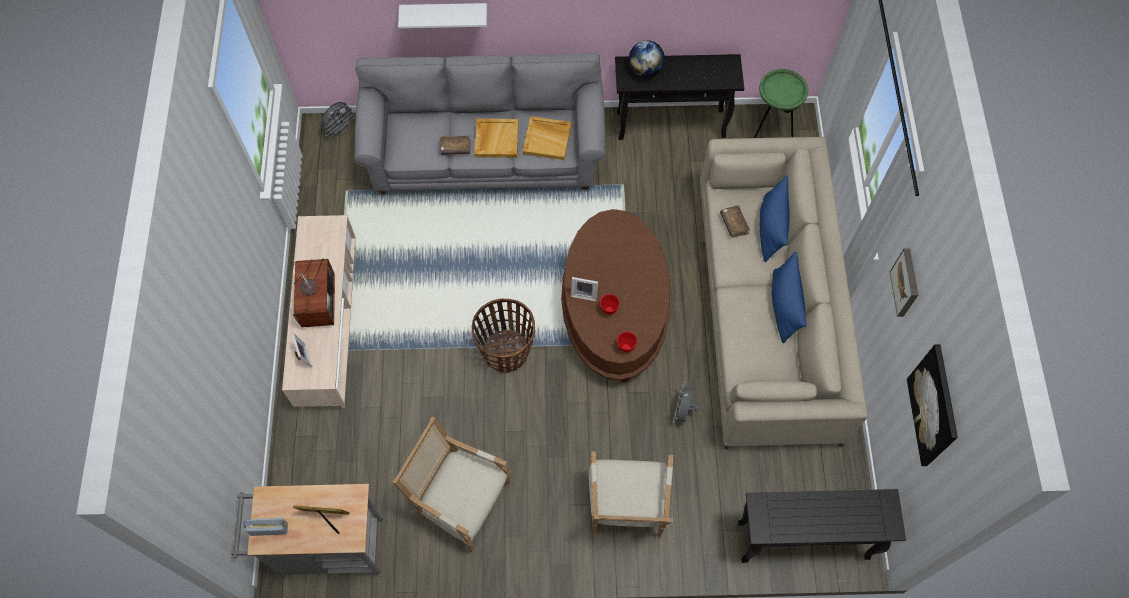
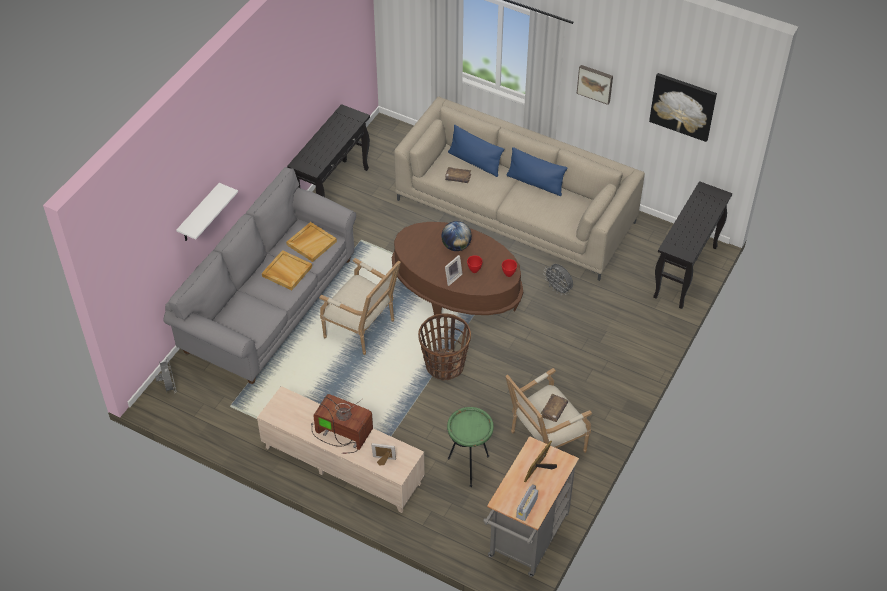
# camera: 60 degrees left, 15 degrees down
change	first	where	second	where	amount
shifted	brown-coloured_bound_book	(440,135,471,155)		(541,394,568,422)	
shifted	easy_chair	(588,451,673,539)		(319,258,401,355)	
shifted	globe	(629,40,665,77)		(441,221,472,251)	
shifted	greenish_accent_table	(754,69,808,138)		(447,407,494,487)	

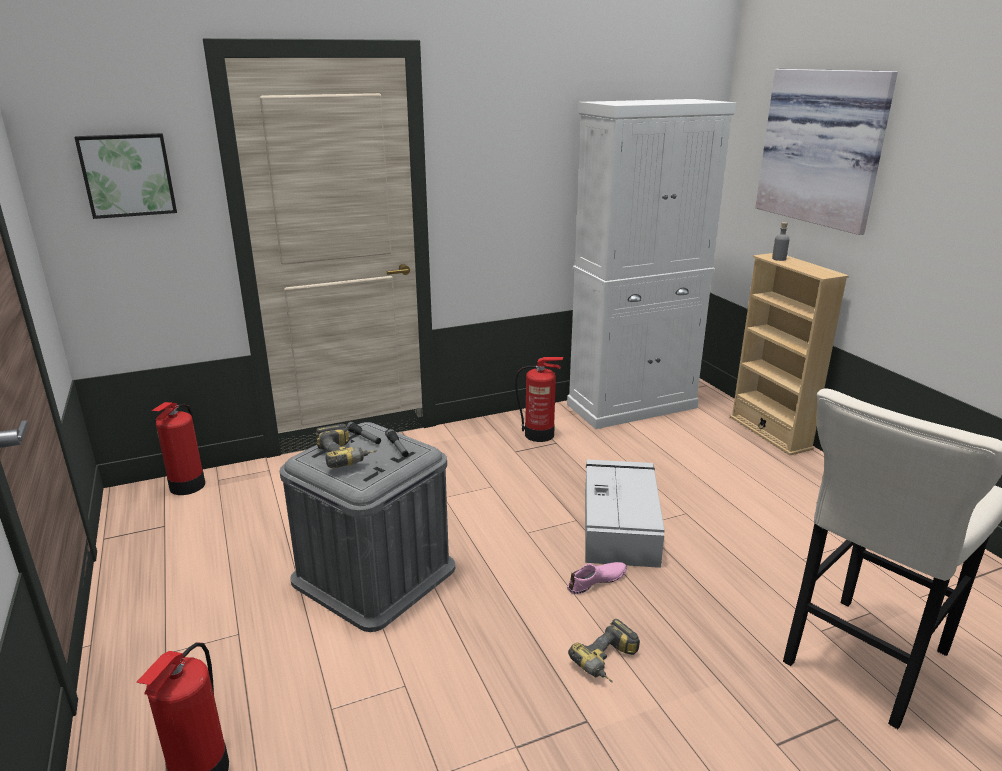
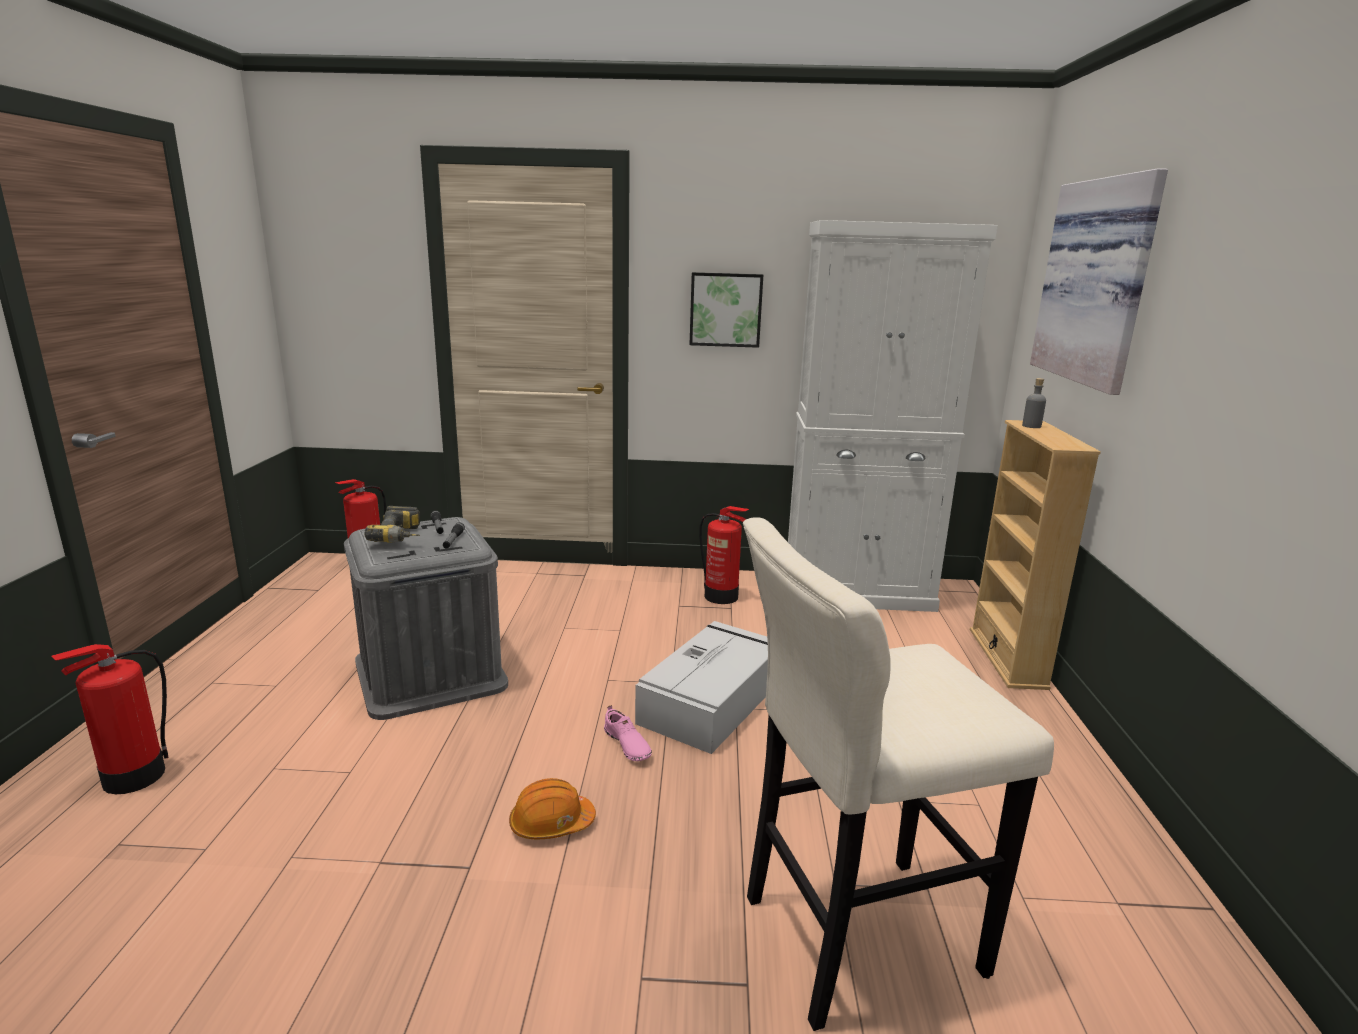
# camera: 25 degrees right, 5 degrees down
change	first	where	second	where	amount
shifted	wall_art	(74,133,177,219)		(690,272,763,348)	
swapped	power_drill	(568,619,640,683)	orange_work_helmet	(509,778,596,839)	
rotated	pink_low_shoe	(567,562,627,594)		(604,705,652,761)	60 degrees clockwise

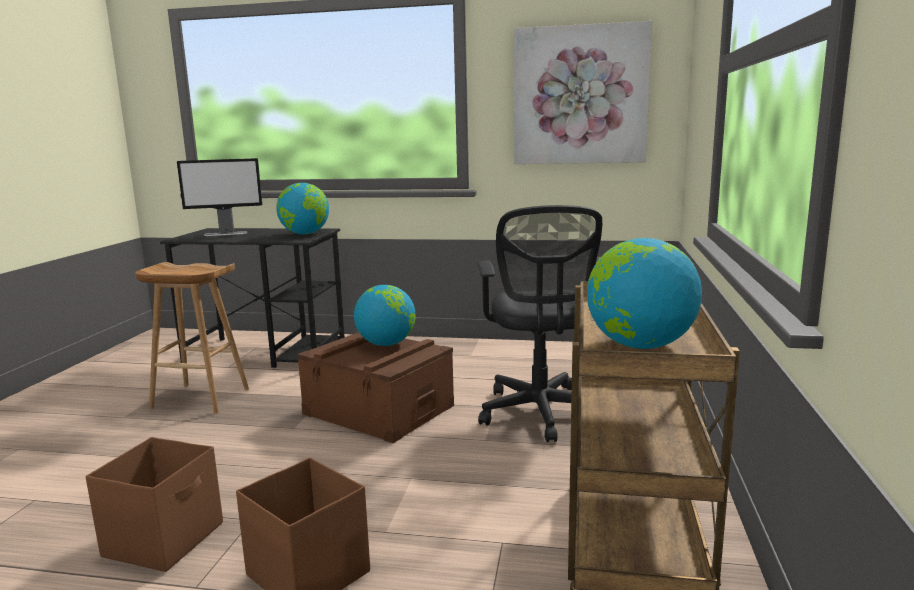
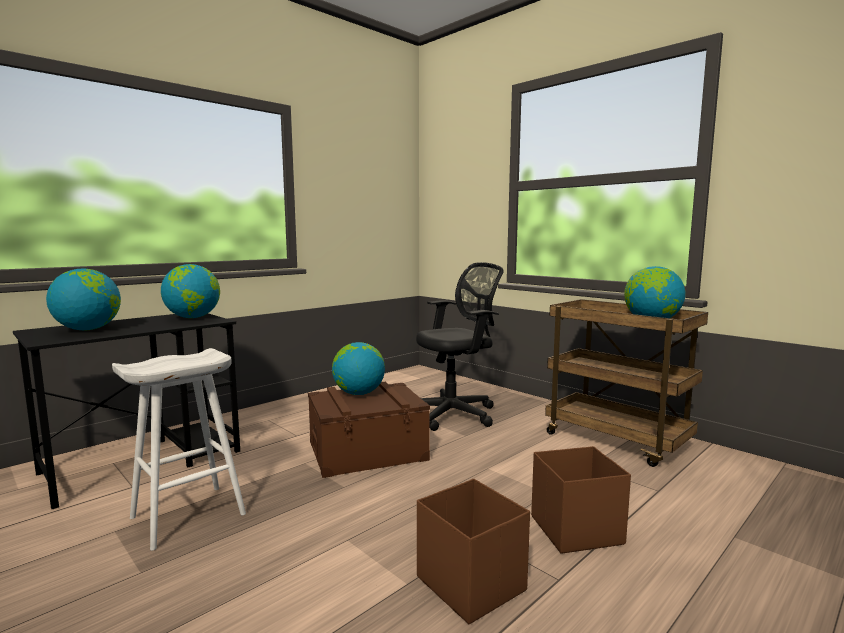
# camera: 55 degrees left, 5 degrees down
change	first	where	second	where	amount
gone	wall_art	(514,21,652,164)			
swapped	computer_screen	(177,158,262,236)	globe	(46,269,121,330)	
repainted	brown-coloured_stool	(135,262,249,414)	white_stool	(112,348,246,551)	
rotated	black_desk_chair	(477,205,602,442)		(416,262,504,431)	60 degrees counterclockwise

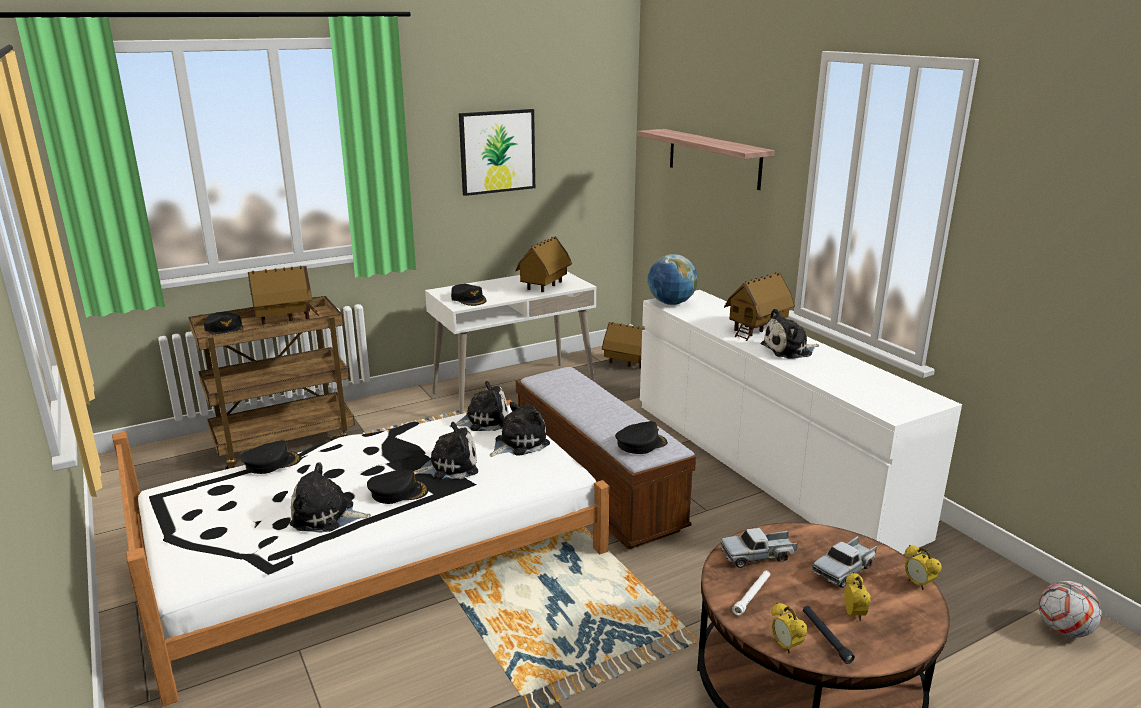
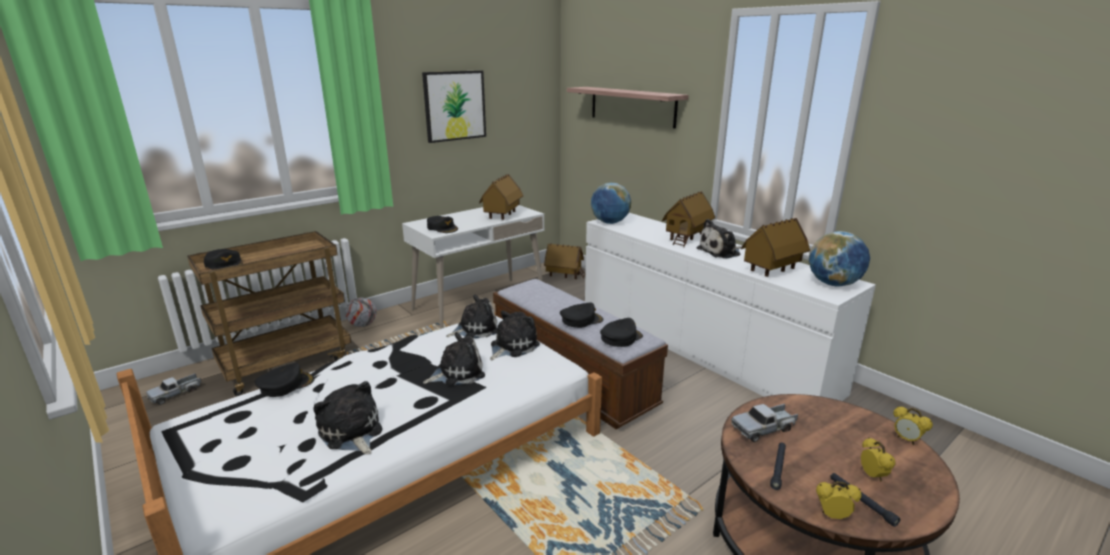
# camera: 10 degrees left, 0 degrees up
change	first	where	second	where	amount
new			globe	(808,231,870,287)	
shifted	model_house	(248,266,319,324)		(741,218,810,277)	
shifted	black_baseball_cap	(367,470,428,504)		(560,302,603,328)	
shifted	toy_lorry	(812,536,877,588)		(146,373,202,404)	
shifted	football	(1039,581,1102,638)		(345,298,376,327)	
repainted	white_torch	(732,570,770,616)	black_torch	(770,443,786,490)	
rotated	soft_toy	(290,462,371,532)		(313,381,382,455)	60 degrees clockwise
rotated	alarm_clock	(771,602,807,654)		(816,481,862,519)	135 degrees clockwise

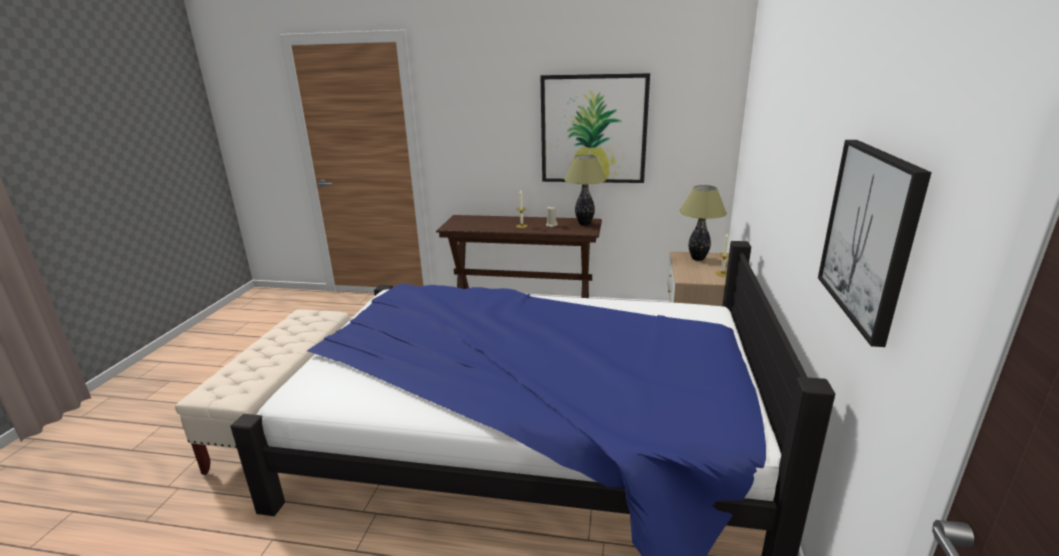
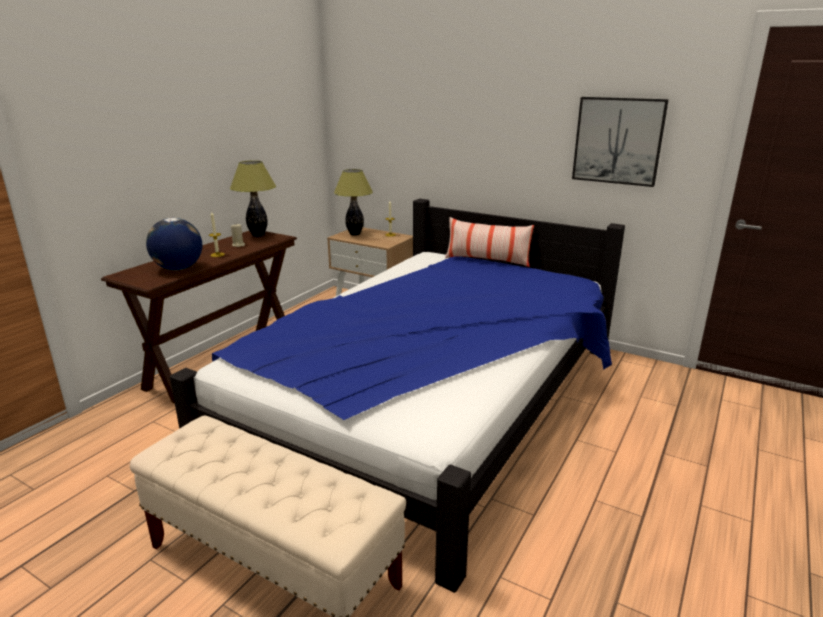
# camera: 70 degrees left, 0 degrees up
change	first	where	second	where	amount
gone	wall_art	(540,73,650,183)			
new			globe	(146,218,202,270)	
new			pillow	(445,217,534,267)	

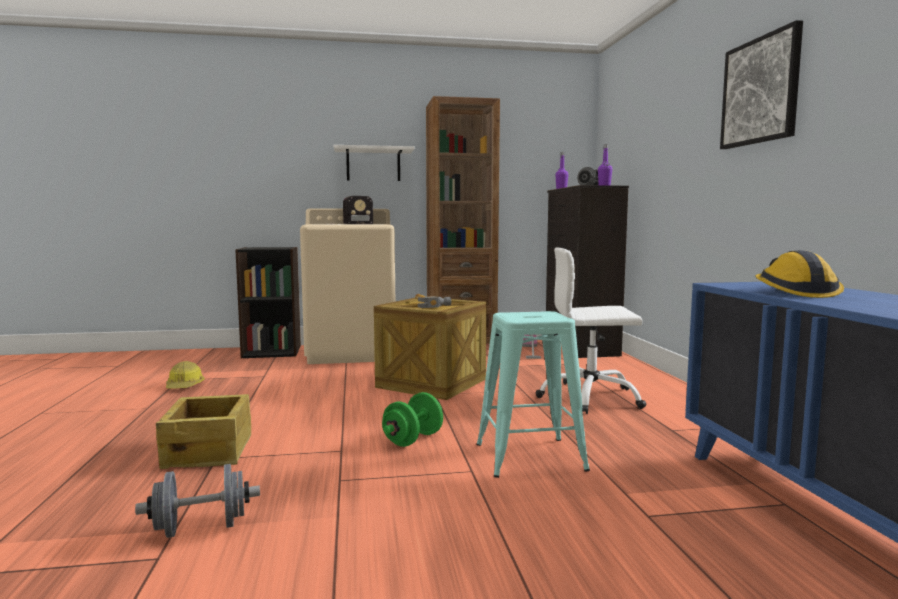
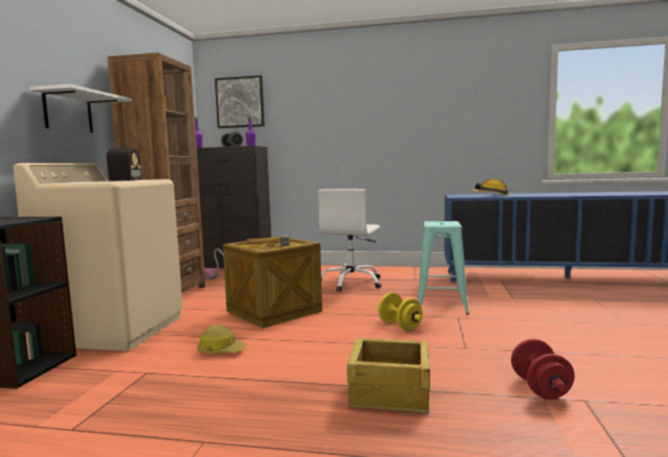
# camera: 70 degrees left, 0 degrees up
change	first	where	second	where	amount
shifted	work_helmet	(166,361,205,389)		(197,325,246,353)	
shifted	wall_art	(720,20,803,149)		(215,75,265,128)	
repainted	grey_free_weight	(135,464,260,538)	red-coloured_free_weight	(511,339,575,399)	
repainted	greenish_free_weight	(382,392,443,447)	yellow-coloured_free_weight	(378,293,423,330)	

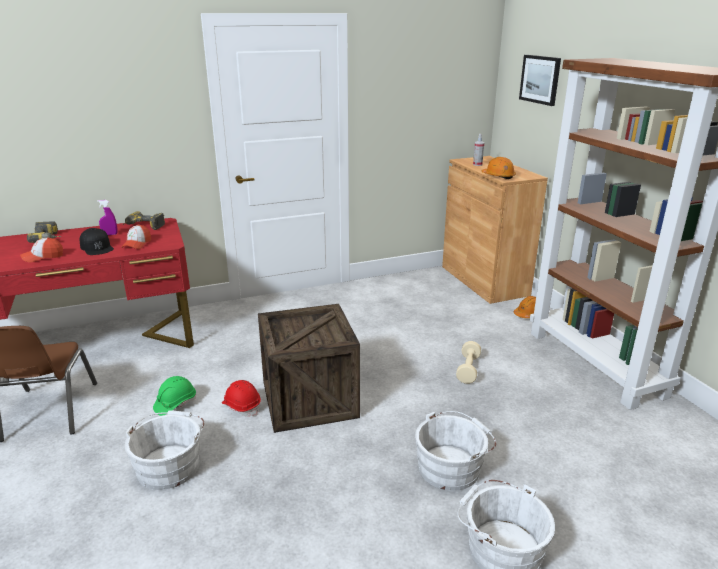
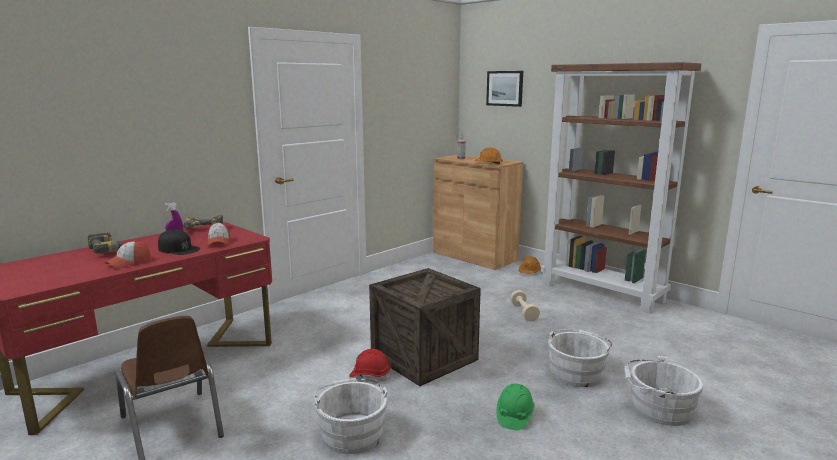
# camera: 25 degrees left, 10 degrees down
change	first	where	second	where	amount
shifted	greenish_work_helmet	(153,376,196,416)		(497,383,535,430)	

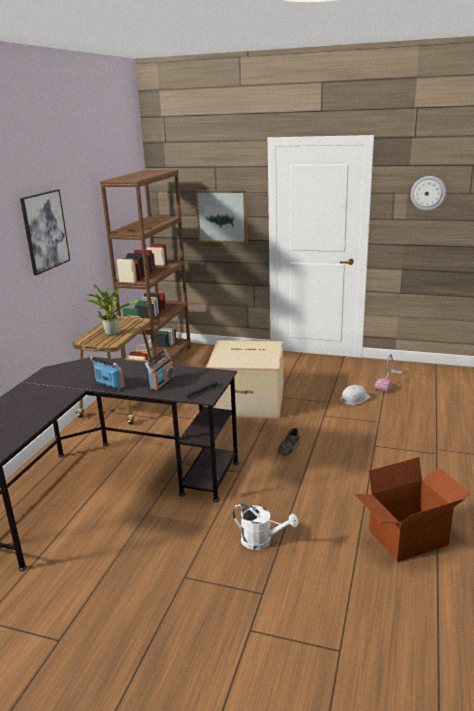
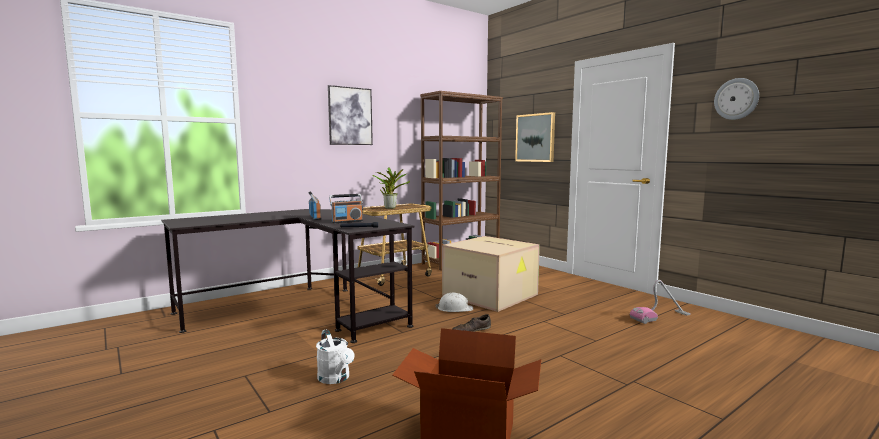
# camera: 35 degrees right, 15 degrees down
change	first	where	second	where	amount
shifted	white_work_helmet	(340,385,371,405)		(435,293,473,312)	

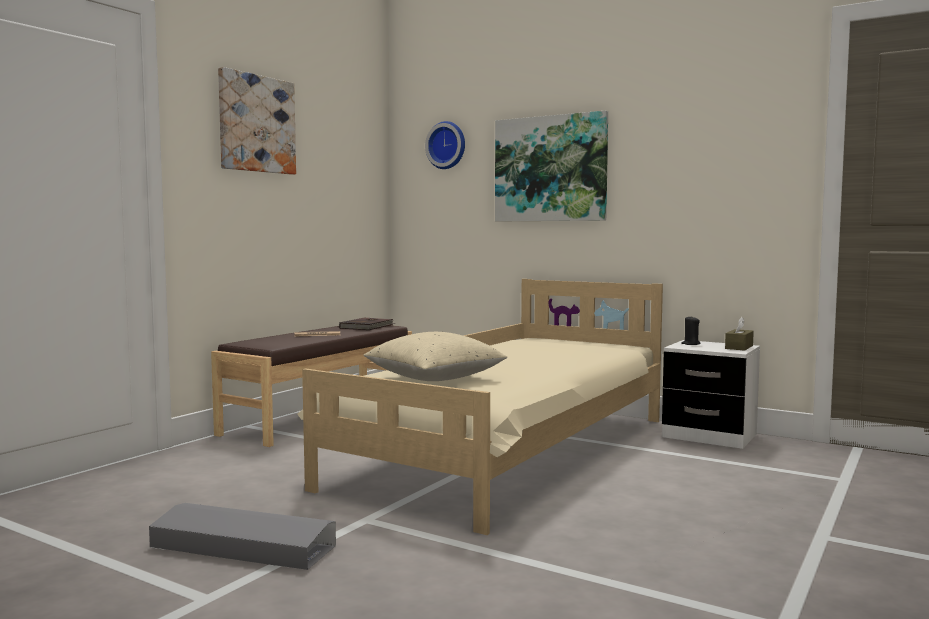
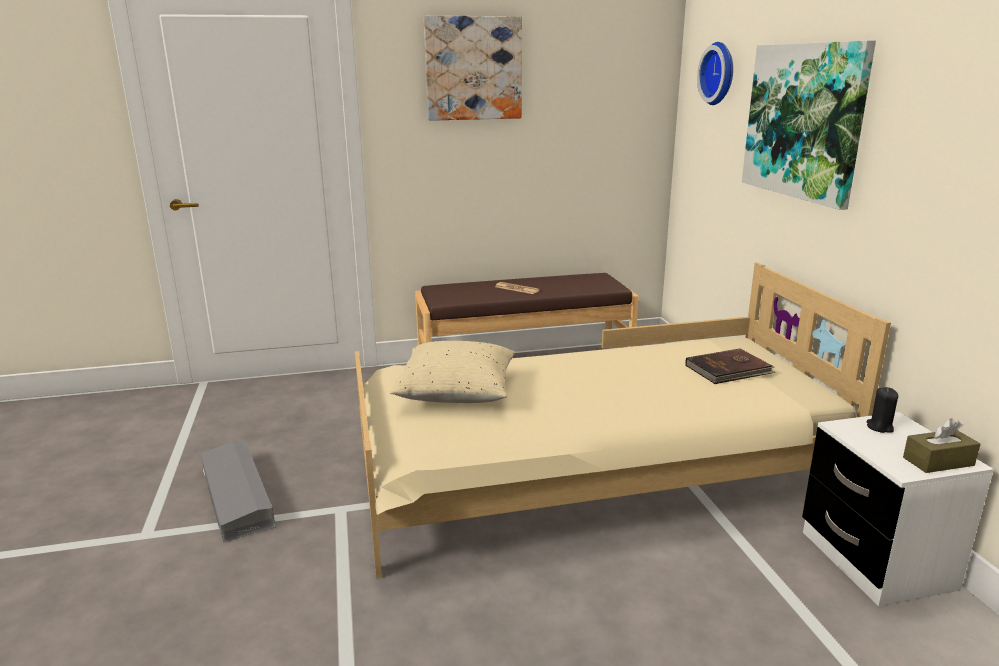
# camera: 45 degrees right, 15 degrees up
change	first	where	second	where	amount
shifted	brown-coloured_bound_book	(339,318,395,330)		(685,348,776,384)	

